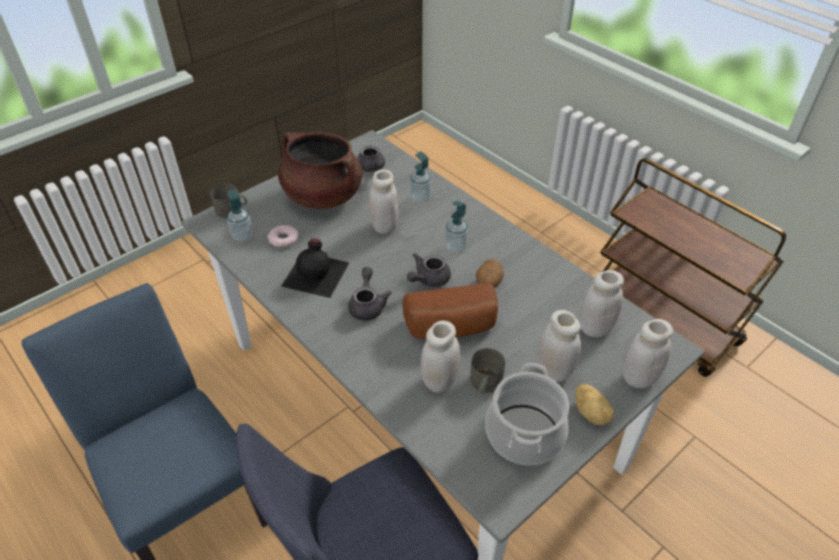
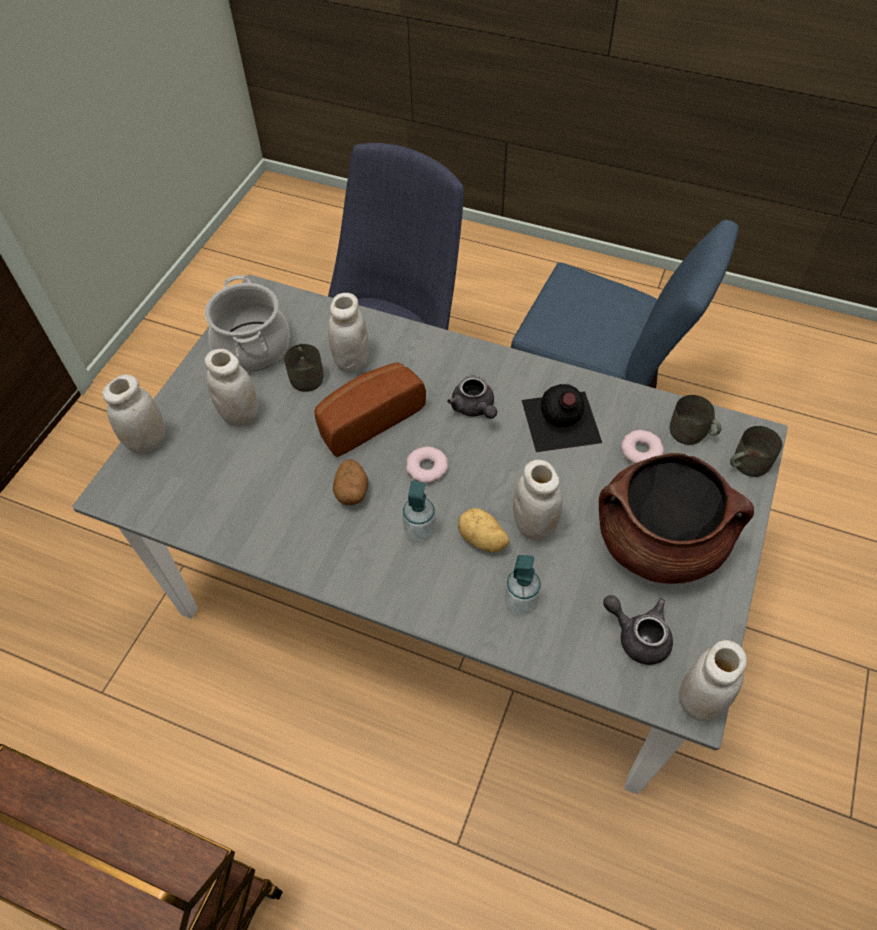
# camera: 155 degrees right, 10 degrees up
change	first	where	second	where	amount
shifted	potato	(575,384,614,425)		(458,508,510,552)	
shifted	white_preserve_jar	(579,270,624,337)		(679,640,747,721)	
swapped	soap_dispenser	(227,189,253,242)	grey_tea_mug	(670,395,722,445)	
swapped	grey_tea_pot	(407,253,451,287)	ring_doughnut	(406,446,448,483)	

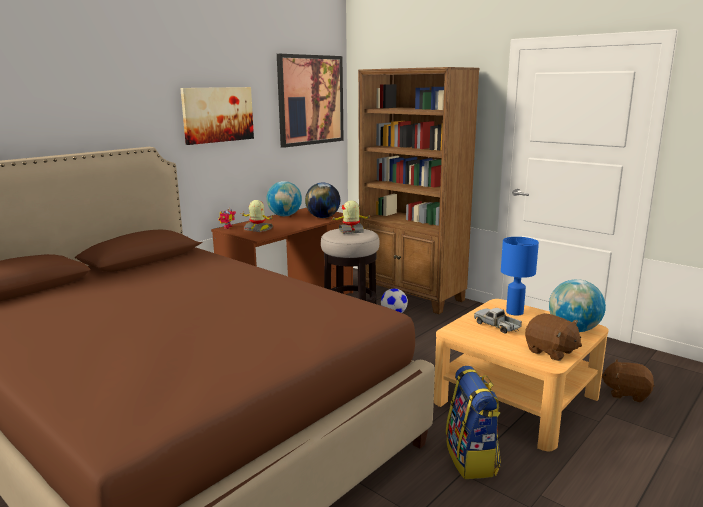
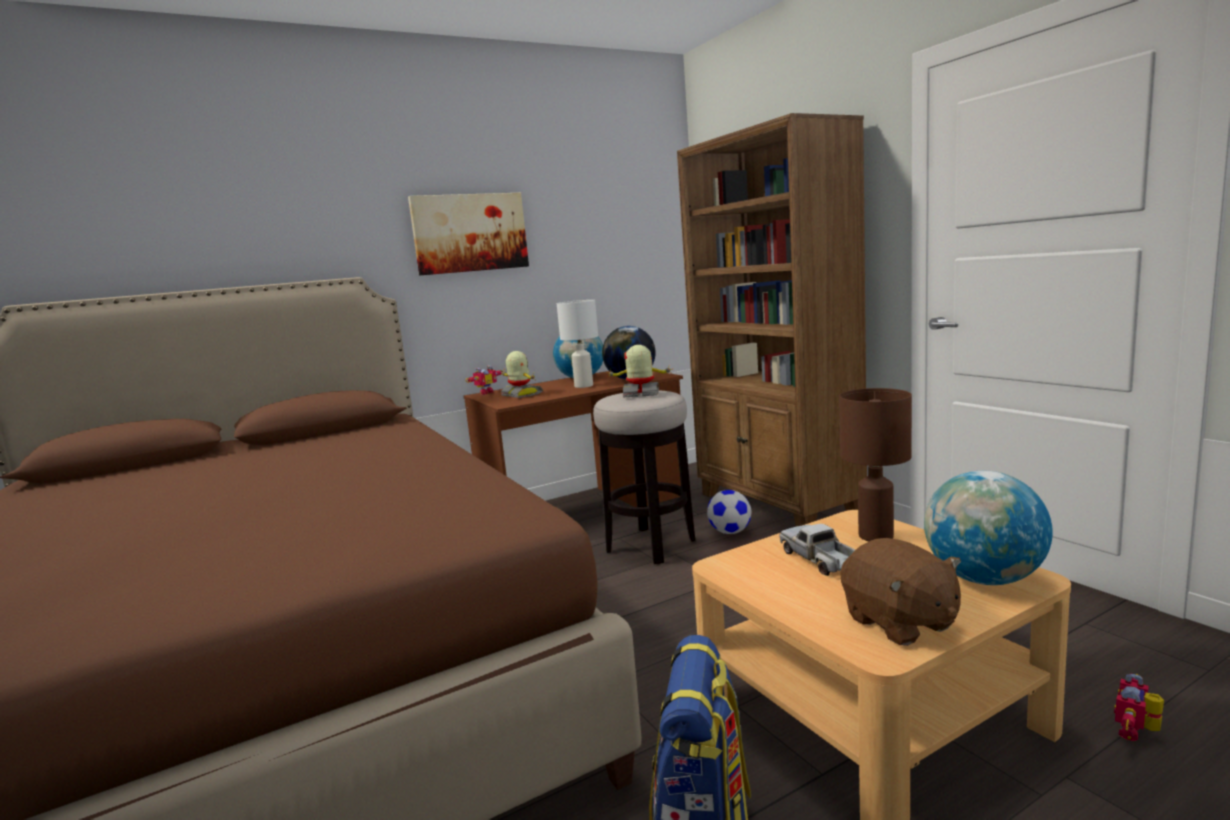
# camera: 20 degrees right, 5 degrees down
change	first	where	second	where	amount
gone	wall_art	(277,54,343,148)			
new			white_lamp_for_a_table	(557,300,598,388)	
swapped	brown-coloured_soft_toy	(602,359,654,402)	robot_figure	(1114,674,1164,741)	
repainted	blue_lamp_for_a_table	(501,237,539,316)	brown-coloured_lamp_for_a_table	(839,388,912,541)	

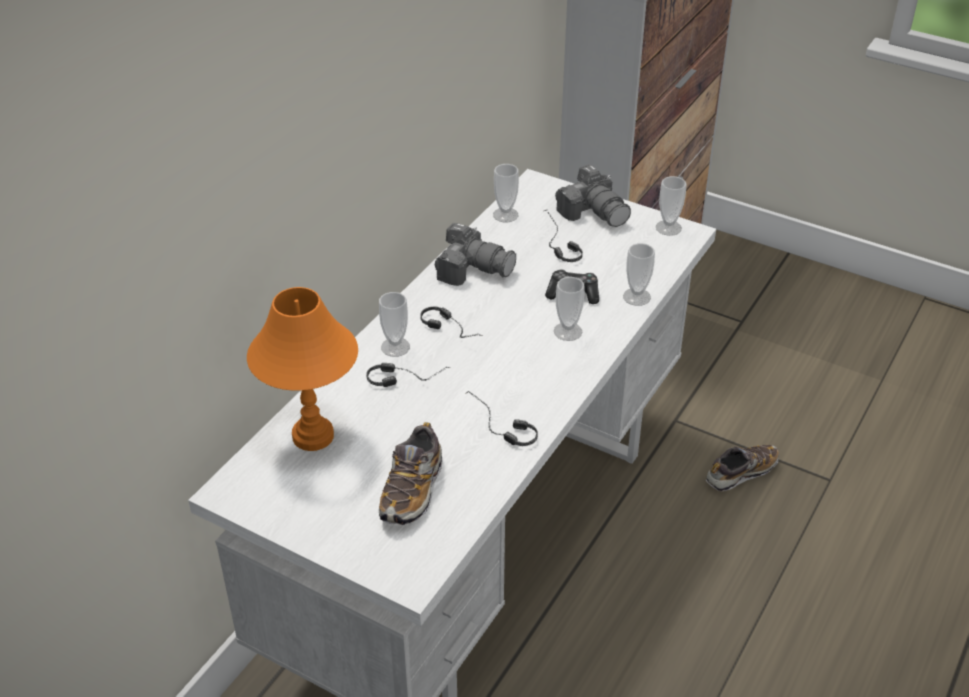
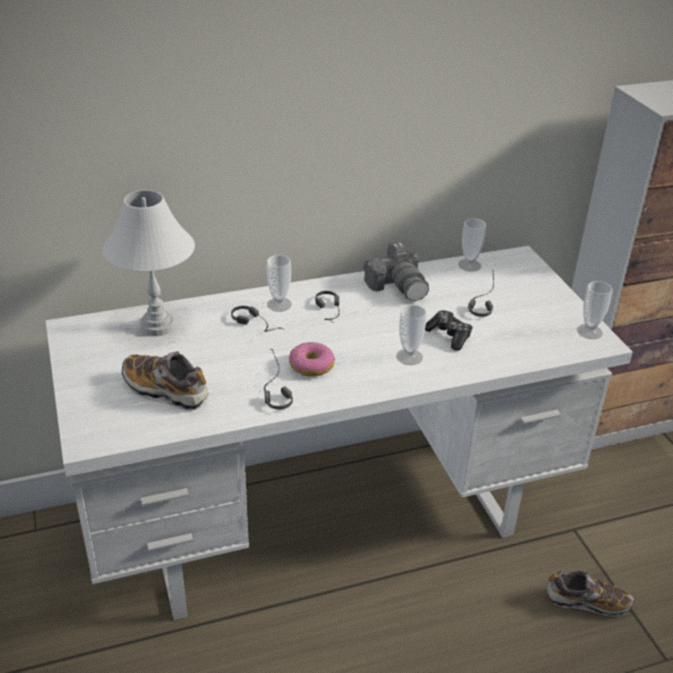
# camera: 40 degrees right, 5 degrees down
change	first	where	second	where	amount
gone	photo_camera	(555,164,631,227)			
gone	cup	(623,243,655,306)			
new			ring_doughnut	(289,342,335,377)	
repainted	orange_lamp_for_a_table	(247,287,358,451)	white_lamp_for_a_table	(102,190,195,336)	
rotated	low_shoe	(379,422,442,525)		(122,351,208,411)	60 degrees clockwise

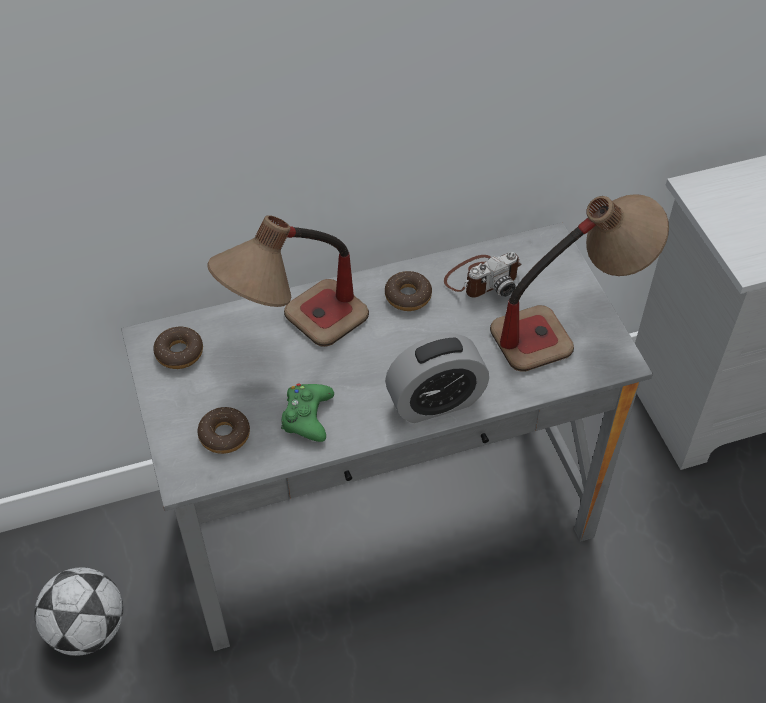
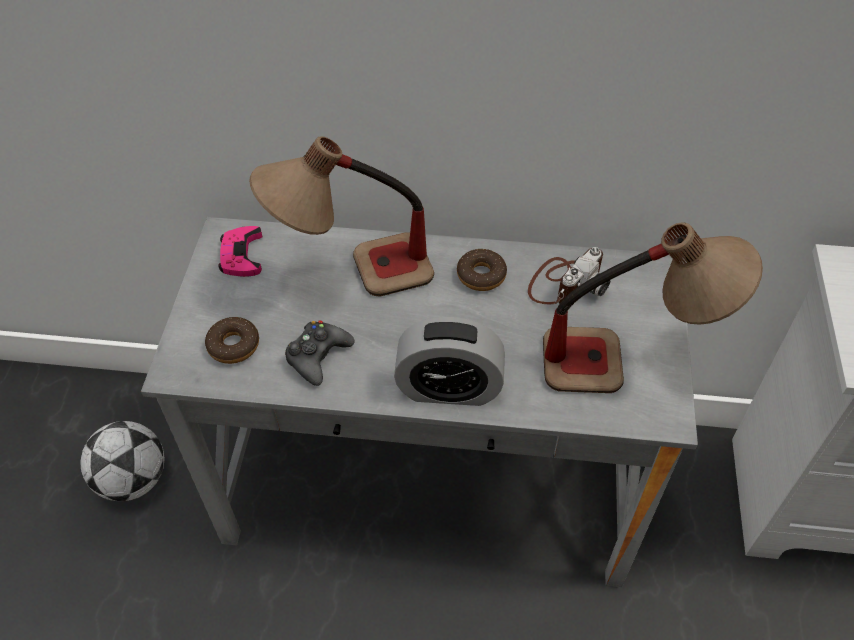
# camera: 25 degrees right, 0 degrees up
change	first	where	second	where	amount
swapped	ring_doughnut	(153,327,203,369)	pink_joypad	(218,226,262,277)	
repainted	greenish_joypad	(281,384,334,442)	black_joypad	(285,321,355,386)	
rotated	photo_camera	(444,252,521,298)		(528,247,610,304)	45 degrees counterclockwise

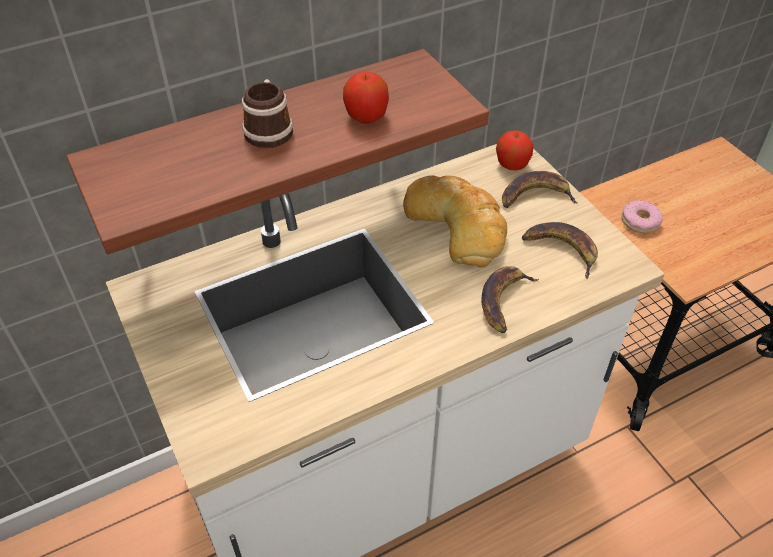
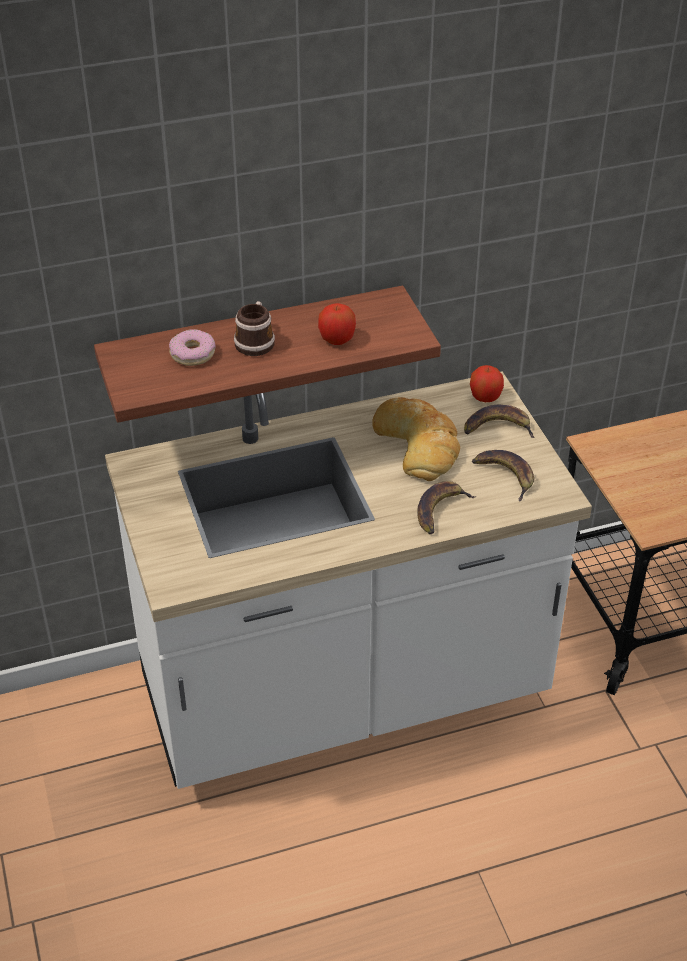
# camera: 10 degrees right, 5 degrees down
change	first	where	second	where	amount
shifted	ring_doughnut	(621,200,663,233)		(169,329,216,366)	

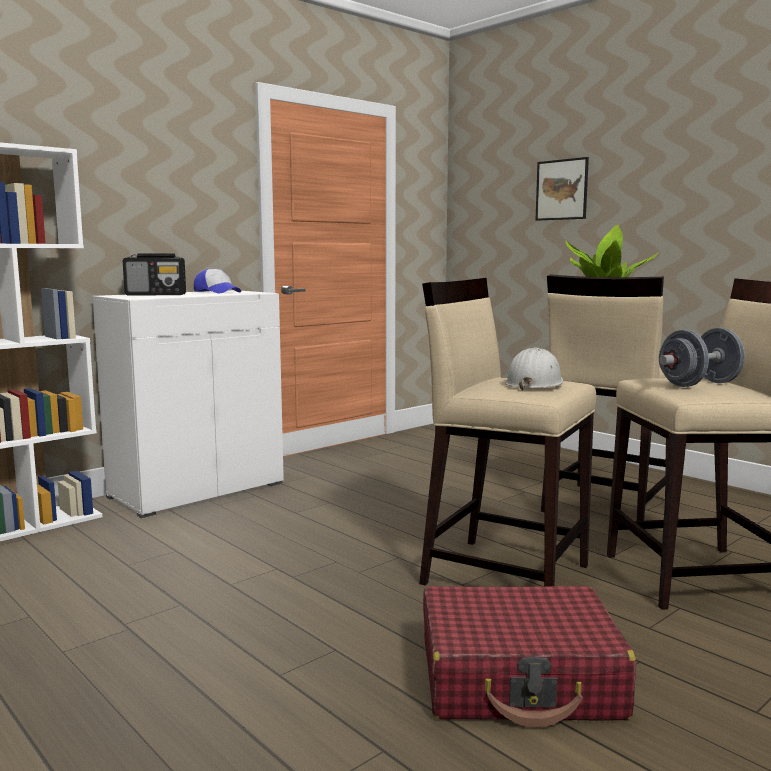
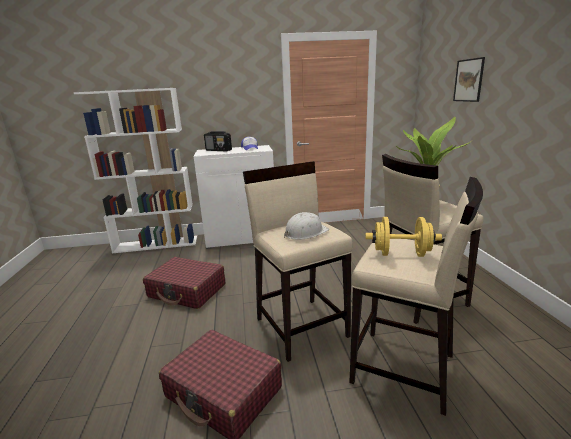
# camera: 35 degrees right, 10 degrees up
change	first	where	second	where	amount
new			red-coloured_travel_case	(143,257,225,309)	
repainted	grey_free_weight	(659,328,745,387)	yellow-coloured_free_weight	(365,217,442,257)	

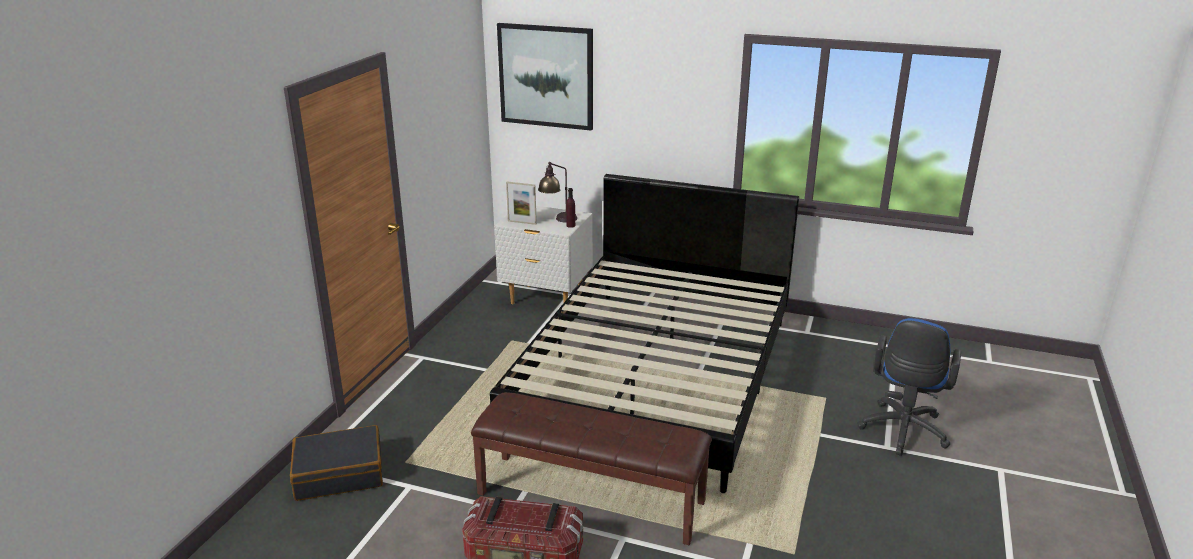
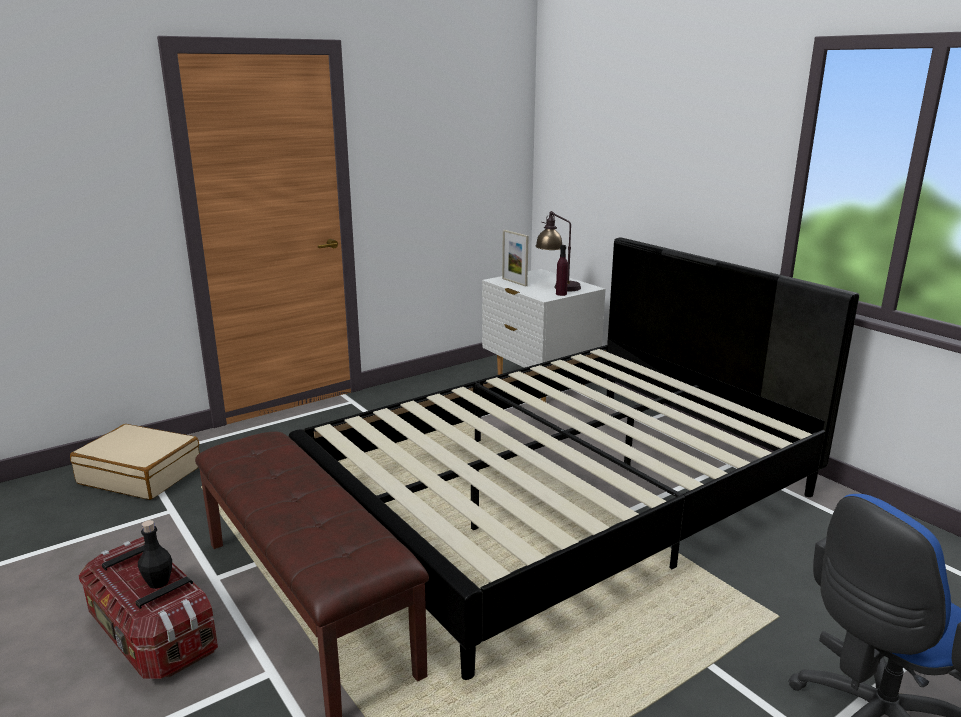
# camera: 35 degrees right, 5 degrees down
change	first	where	second	where	amount
gone	wall_art	(497,23,593,131)			
new			black_bottle	(138,520,172,589)	
repainted	black_travel_case	(290,425,383,501)	beige_travel_case	(70,424,199,500)	

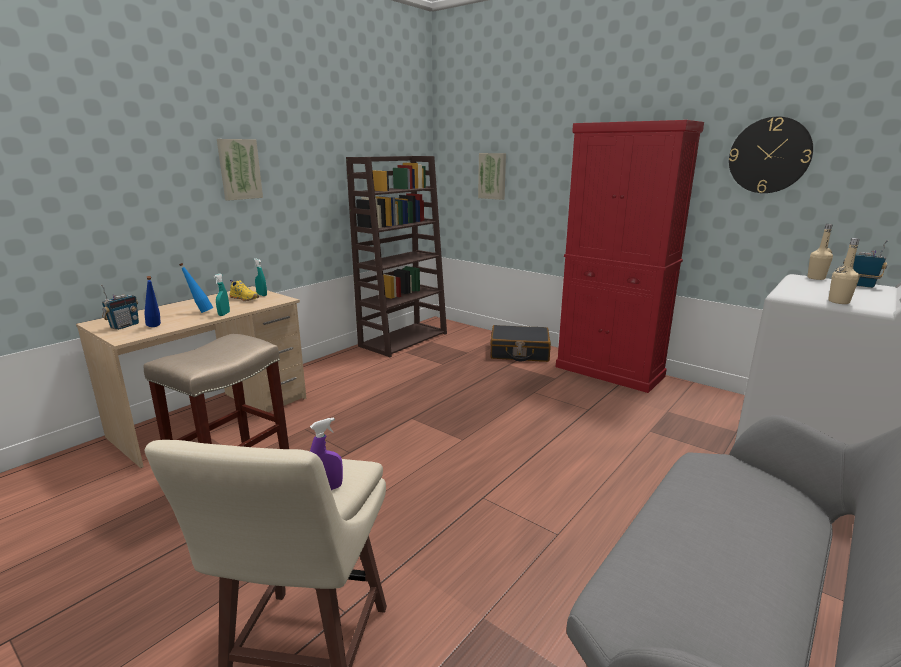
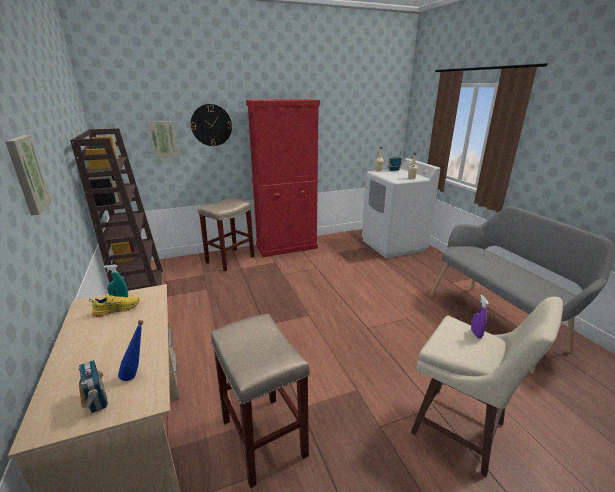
# camera: 60 degrees left, 5 degrees up
change	first	where	second	where	amount
gone	blue_bottle	(179,263,213,313)			
gone	turquoise-coloured_spray_bottle	(214,273,230,316)			
shifted	clock_on_the_wall	(729,117,813,193)		(191,104,232,146)	
swapped	black_travel_case	(490,325,551,362)	beige_stool	(198,197,255,271)	

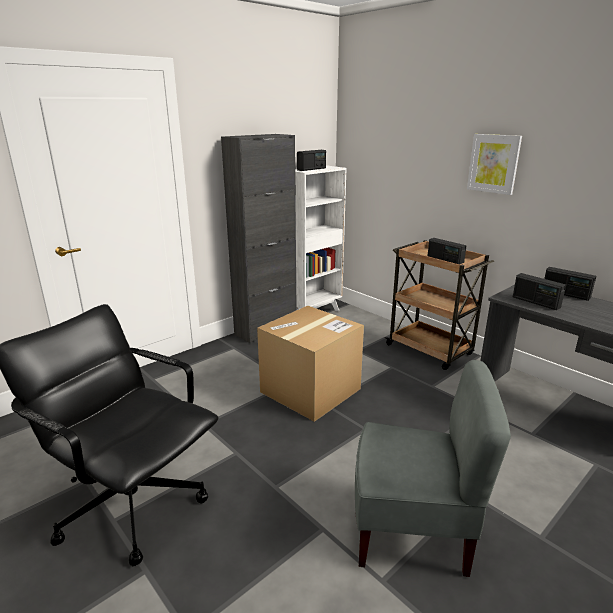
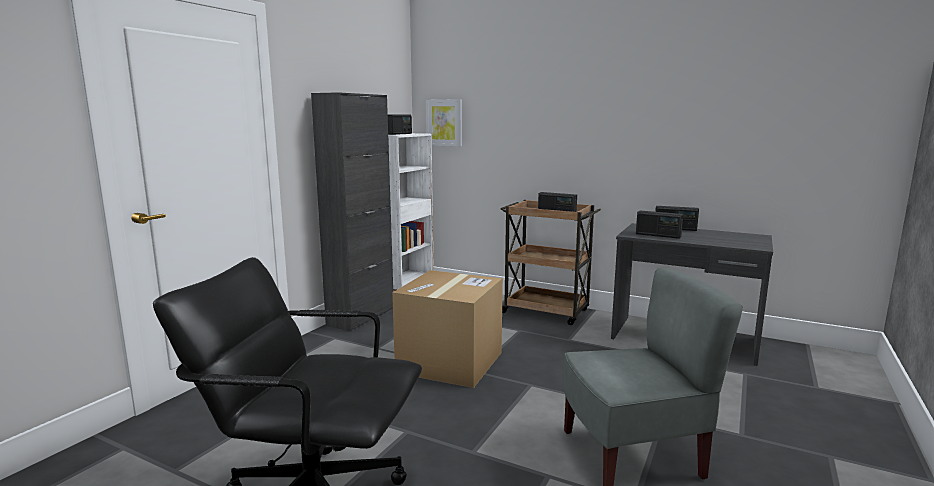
# camera: 20 degrees left, 10 degrees down
change	first	where	second	where	amount
shifted	wall_art	(467,134,522,195)		(426,99,462,147)	

